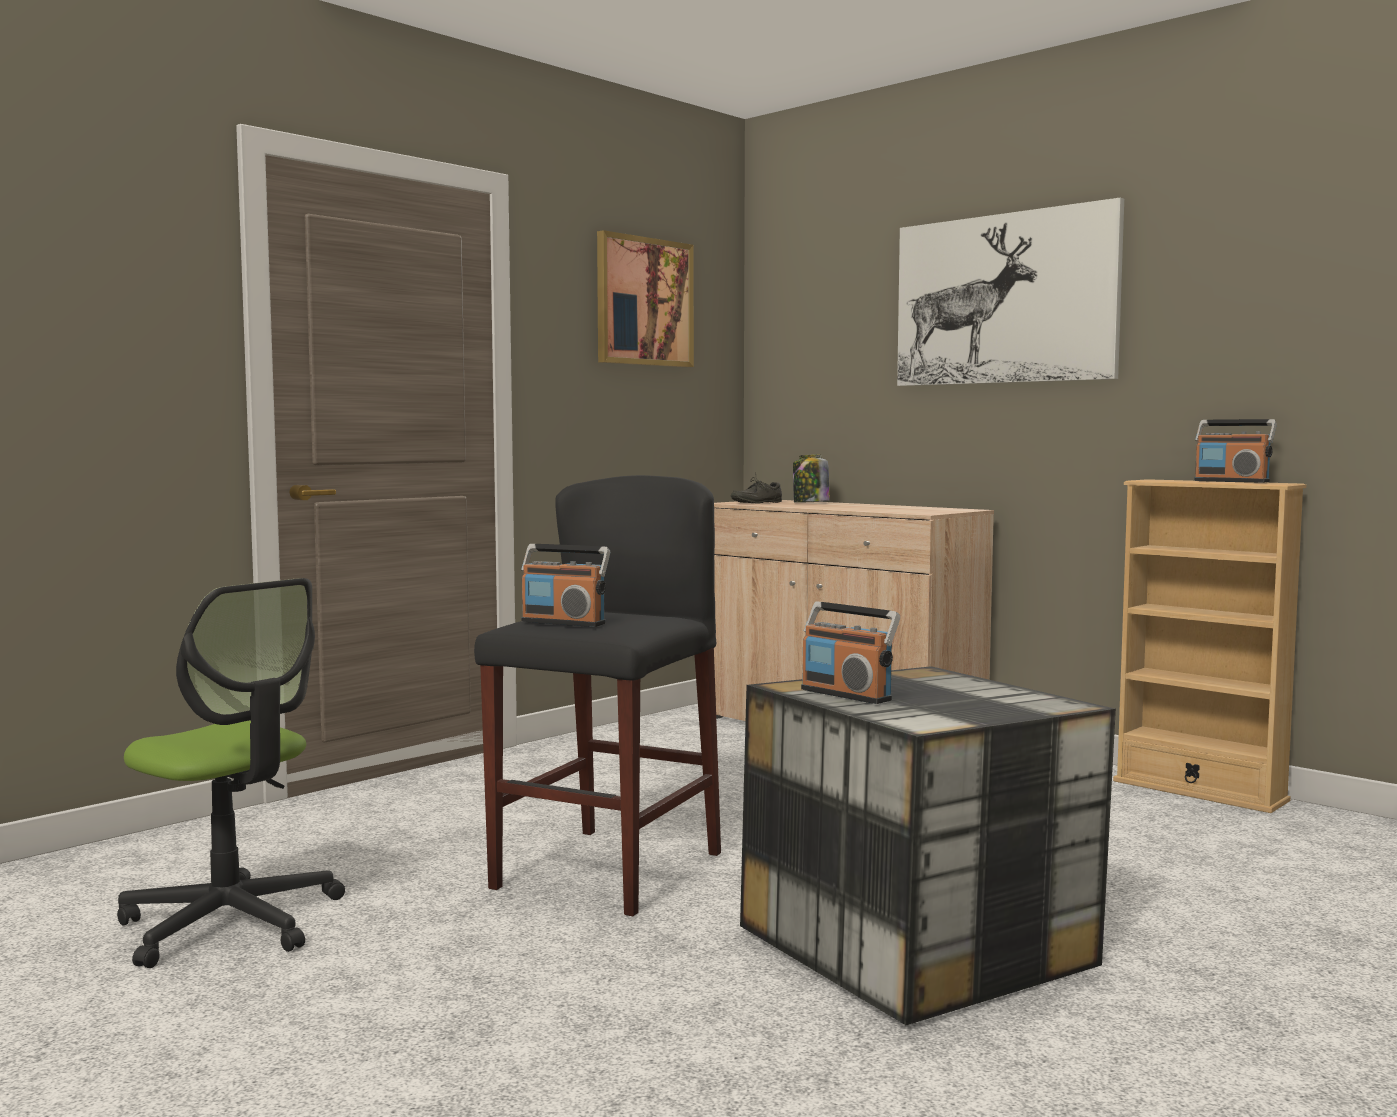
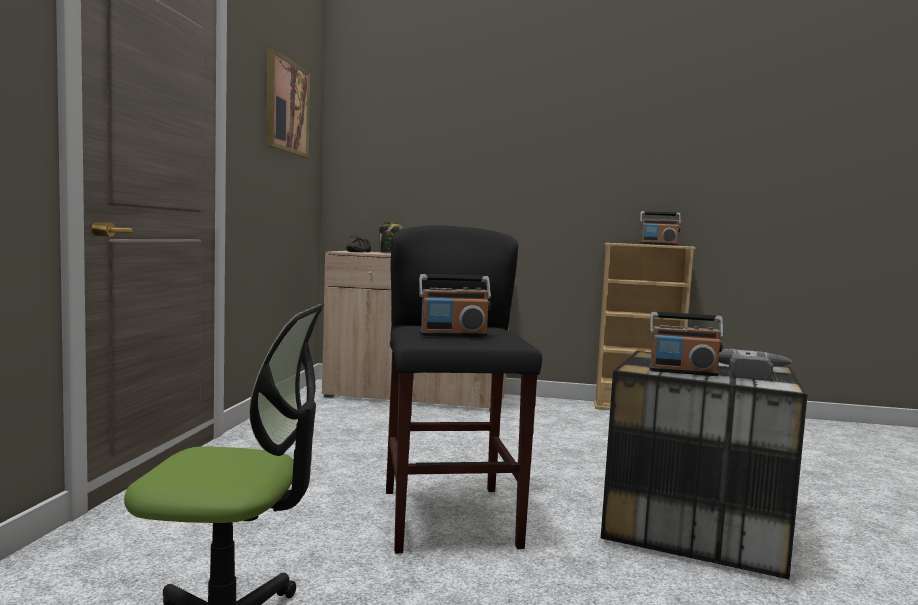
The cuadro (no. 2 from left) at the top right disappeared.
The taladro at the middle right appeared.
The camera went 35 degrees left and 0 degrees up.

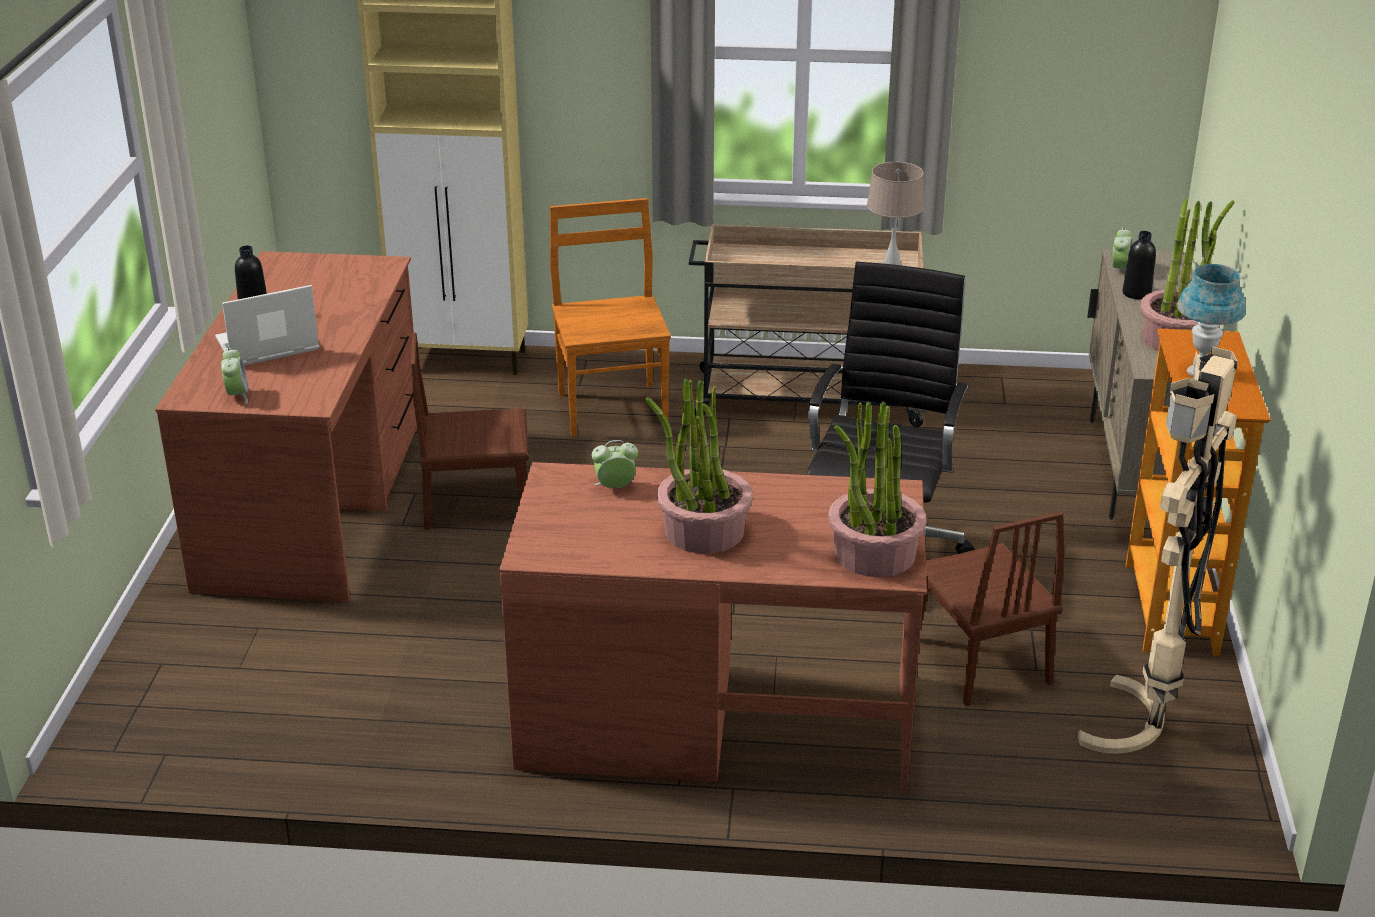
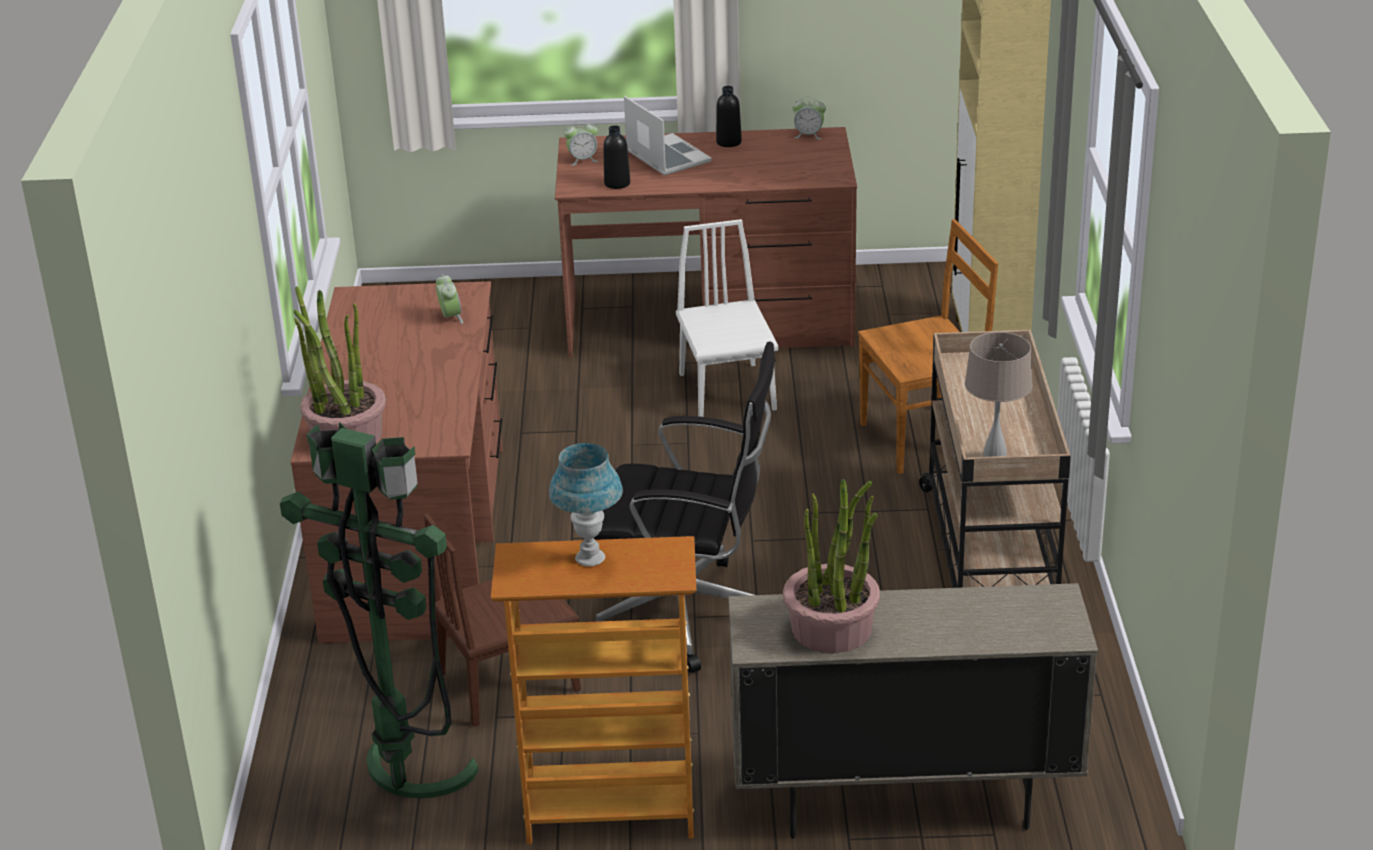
The silla (marrón) (no. 1 from left) at the centre became the silla (blanco) at the centre.
The planta en maceta (no. 1 from left) at the centre disappeared.
The lámpara de pie (beis) at the middle right became the lámpara de pie (verde) at the bottom left.
The despertador (no. 3 from left) moved from the top right to the top centre.
The botella (negro) (no. 2 from left in the first image) moved from the top right to the top centre.
The camera went 85 degrees right and 0 degrees up.

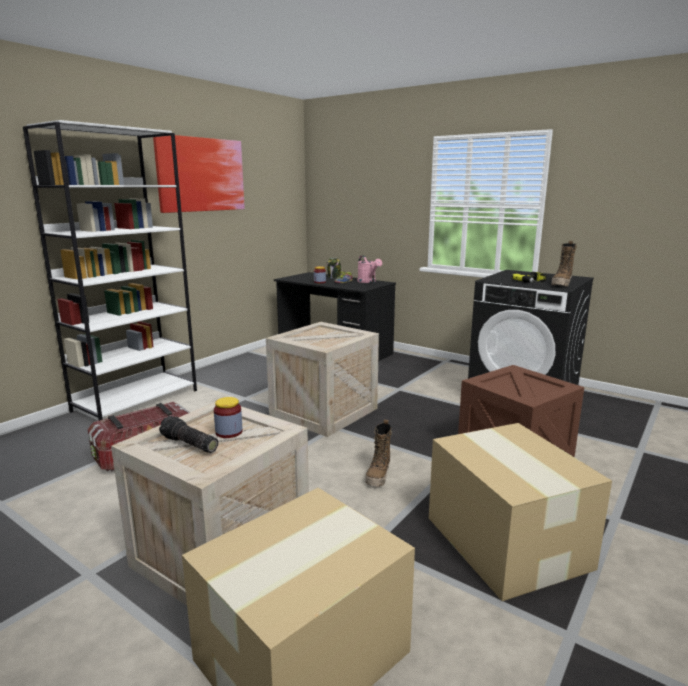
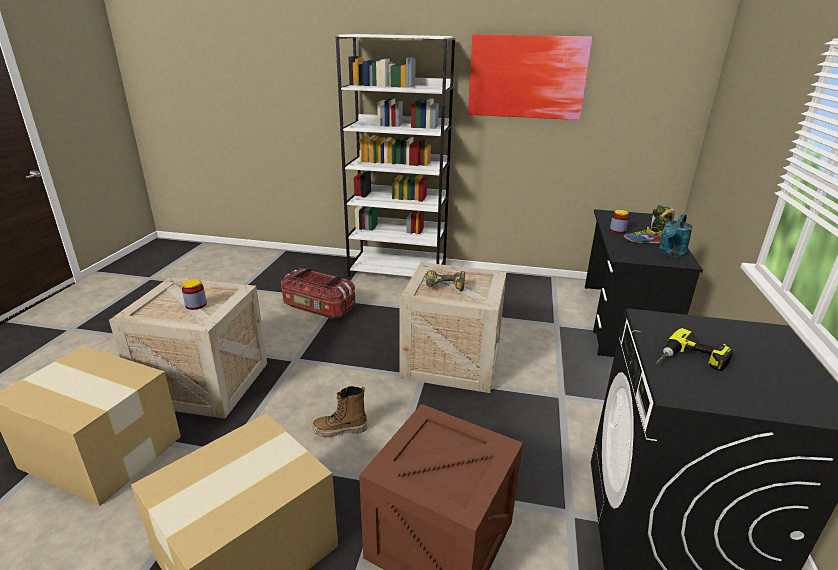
The linterna at the middle left disappeared.
The regadera (rosa) at the centre became the regadera (turquesa) at the middle right.
The bota (no. 2 from left) at the middle right disappeared.
The taladro (no. 1 from left) at the centre appeared.
The camera went 65 degrees right and 10 degrees up.

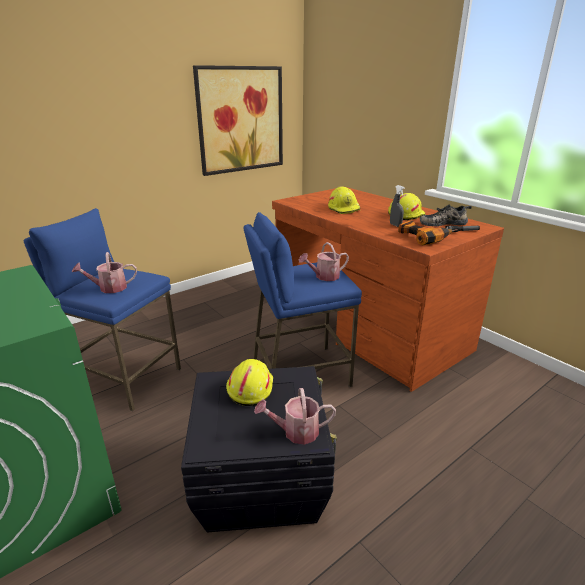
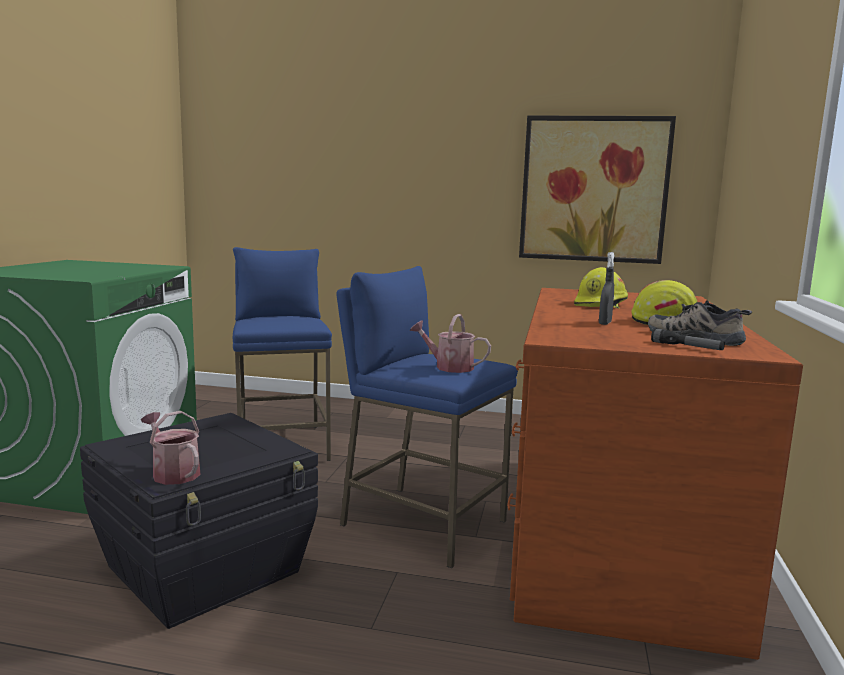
The regadera (no. 1 from left) at the middle left disappeared.
The casco (amarillo) (no. 1 from left) at the centre disappeared.
The taladro at the middle right disappeared.
The camera went 50 degrees right and 15 degrees down.

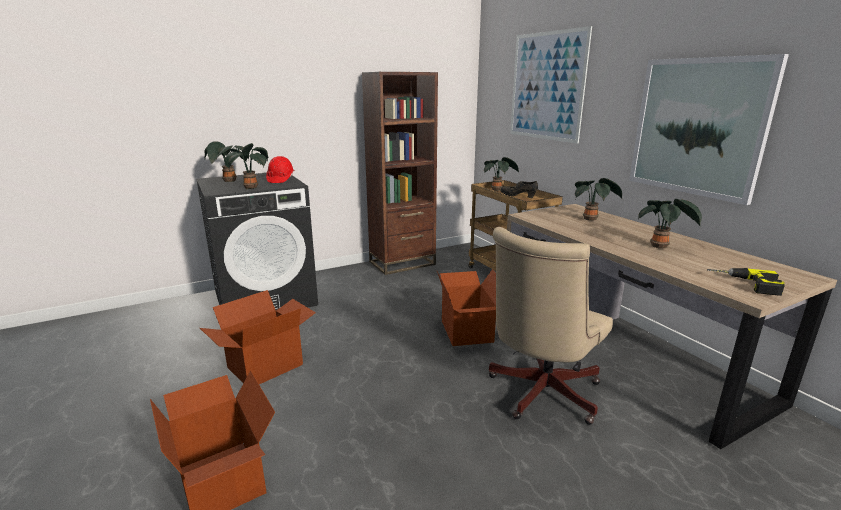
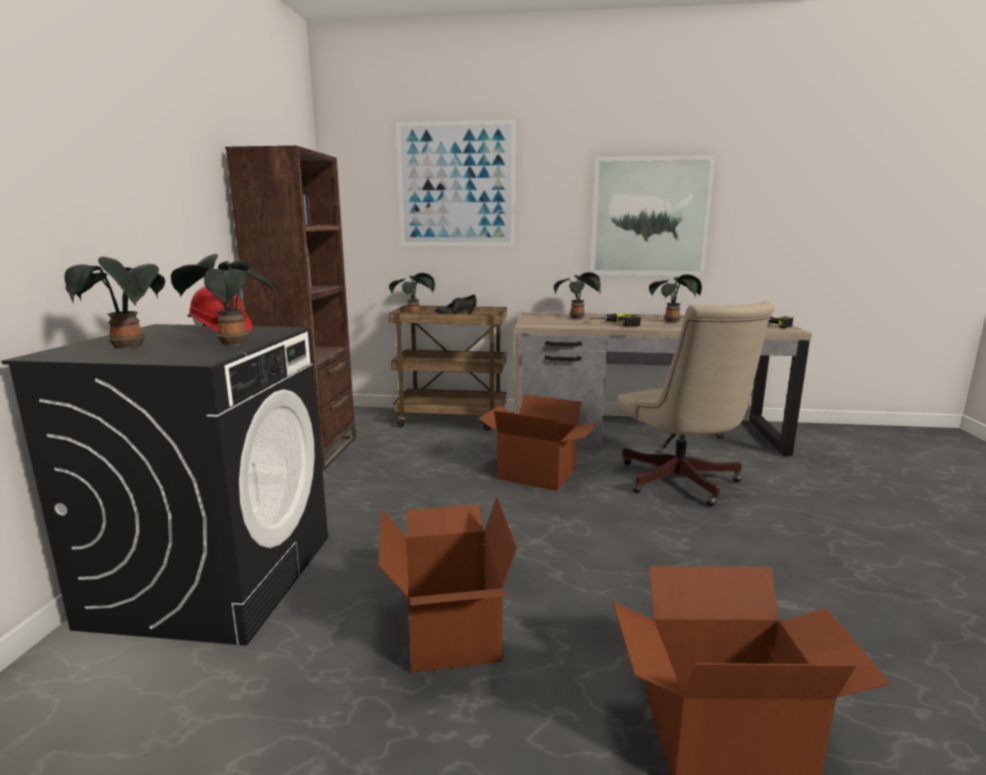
The taladro (no. 1 from left) at the centre appeared.
The camera went 55 degrees left and 5 degrees down.

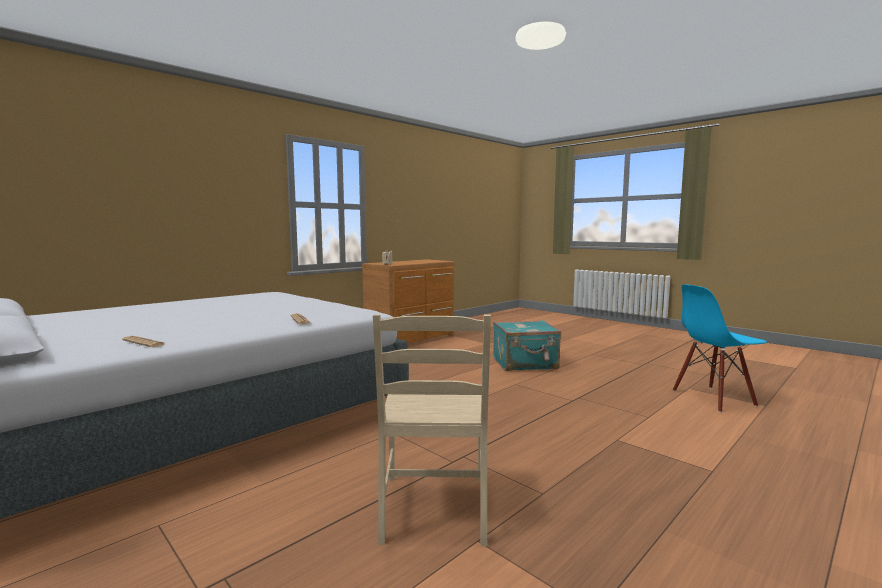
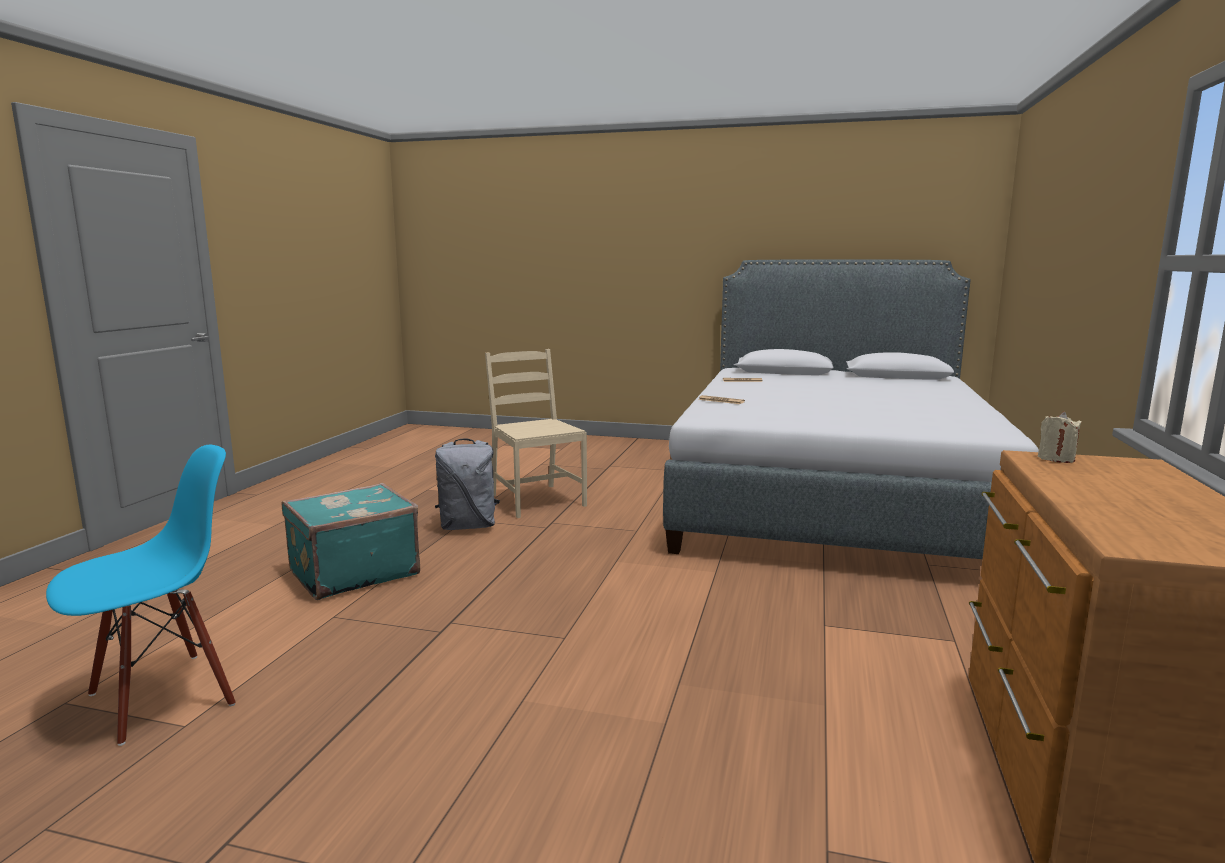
The maleta (turquesa) moved from the centre to the middle left.
The mochila (gris) at the centre appeared.
The camera went 150 degrees right and 5 degrees up.

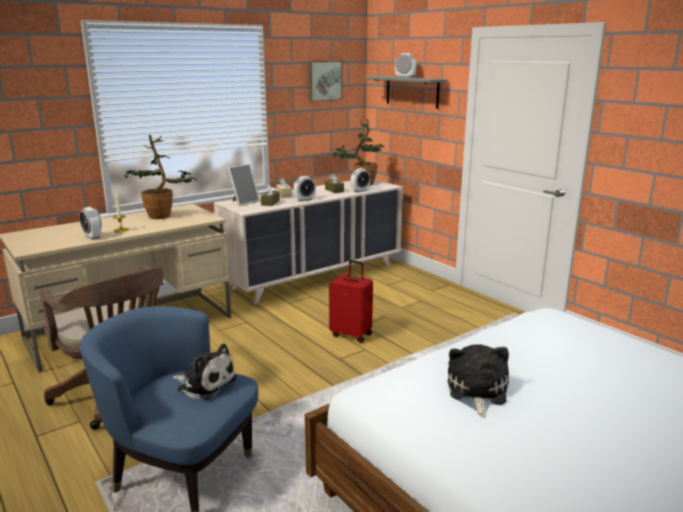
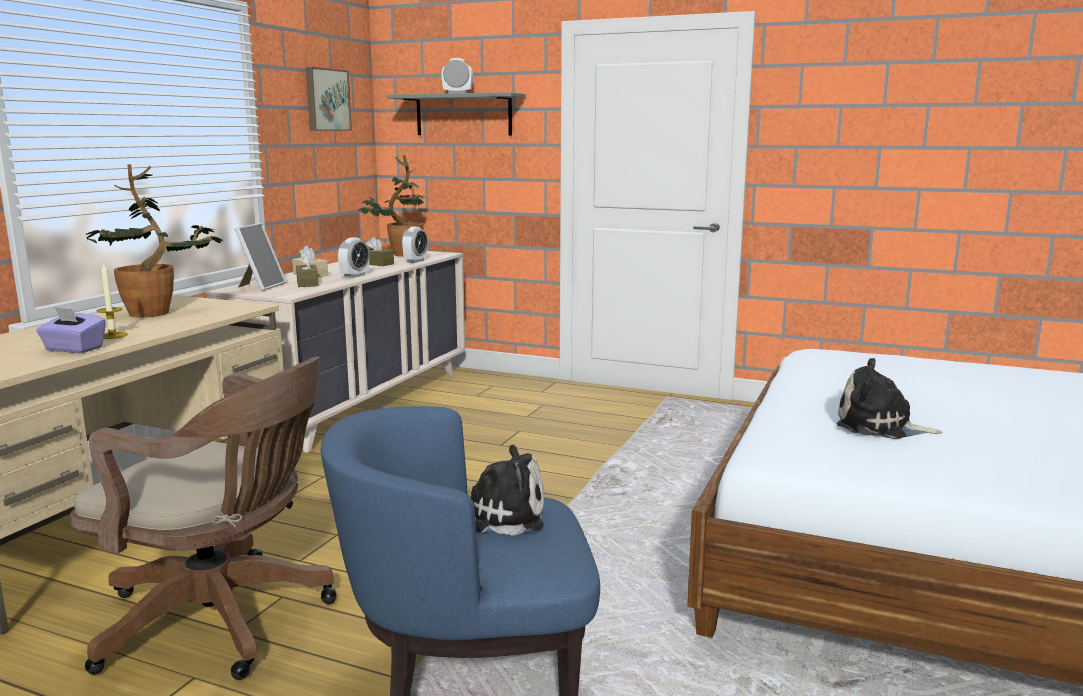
The despertador (no. 1 from left) at the middle left was replaced by the caja de pañuelos (morado) at the middle left.
The maleta (rojo) at the centre disappeared.
The peluche (no. 2 from left) at the bottom right turned 45 degrees counterclockwise.
The camera went 30 degrees left and 5 degrees down.

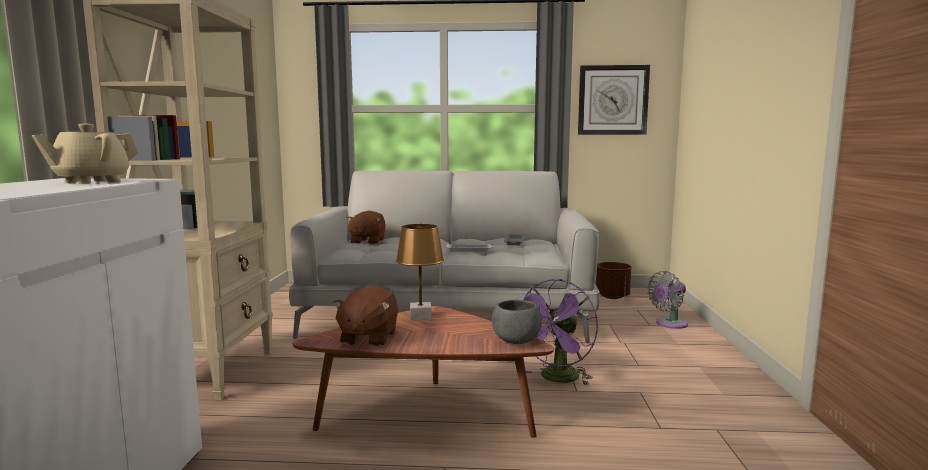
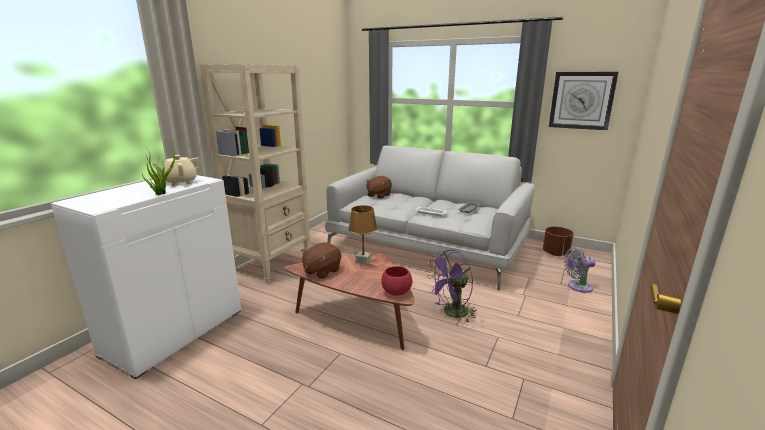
The cuenco (gris) at the bottom centre became the cuenco (rojo) at the centre.
The planta en maceta at the middle left appeared.
The camera went 25 degrees right and 10 degrees up.

